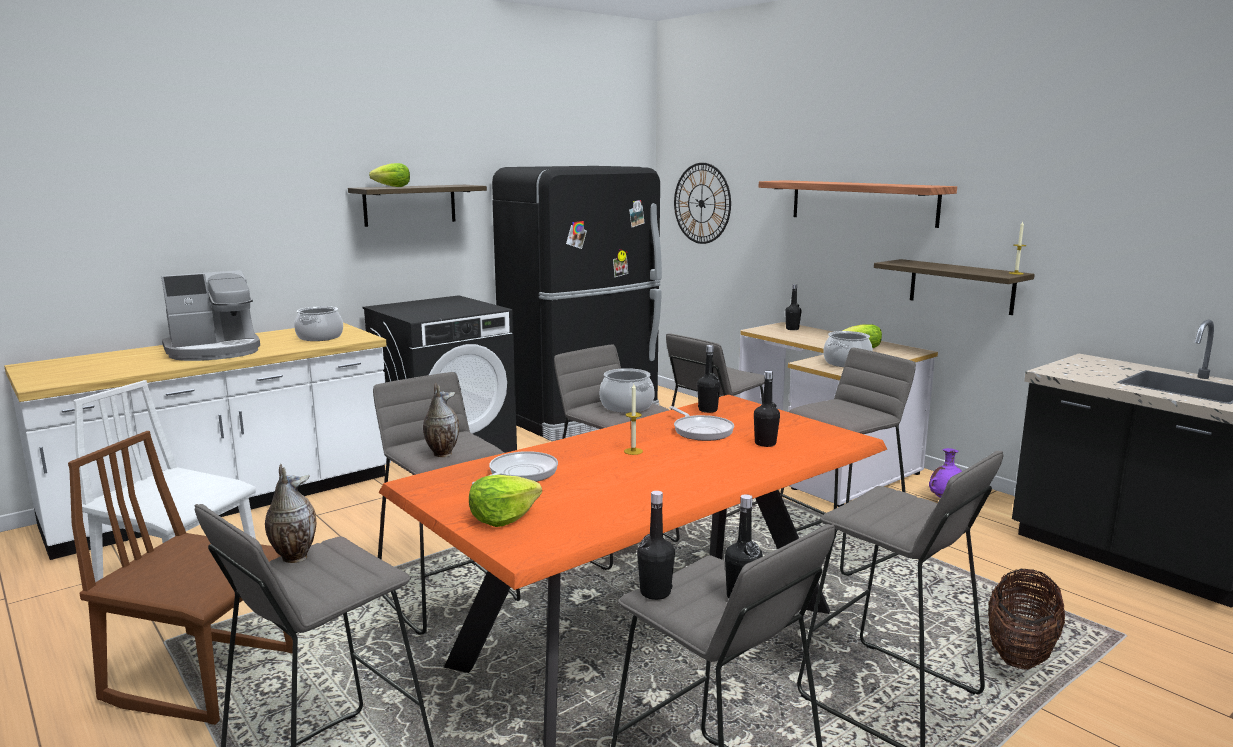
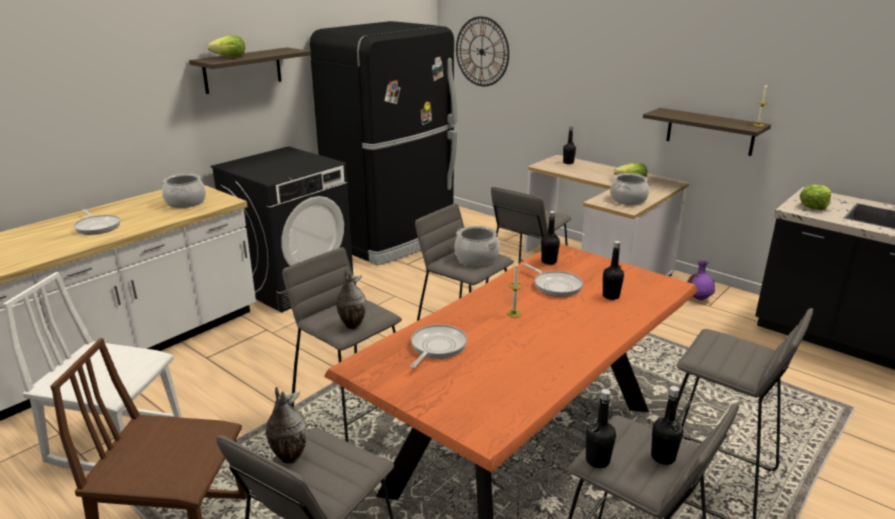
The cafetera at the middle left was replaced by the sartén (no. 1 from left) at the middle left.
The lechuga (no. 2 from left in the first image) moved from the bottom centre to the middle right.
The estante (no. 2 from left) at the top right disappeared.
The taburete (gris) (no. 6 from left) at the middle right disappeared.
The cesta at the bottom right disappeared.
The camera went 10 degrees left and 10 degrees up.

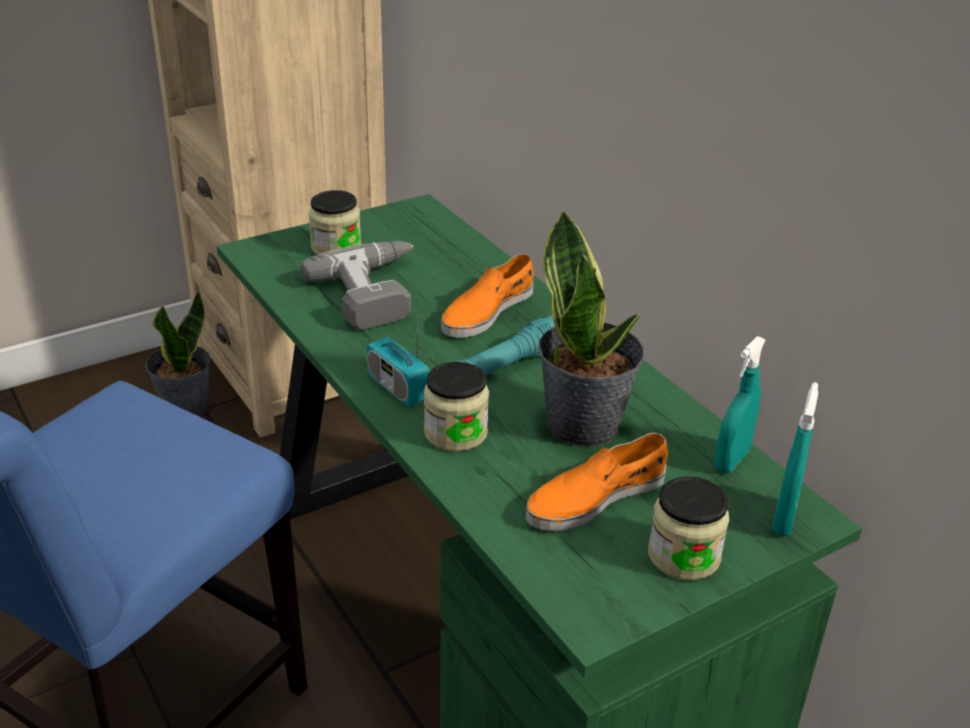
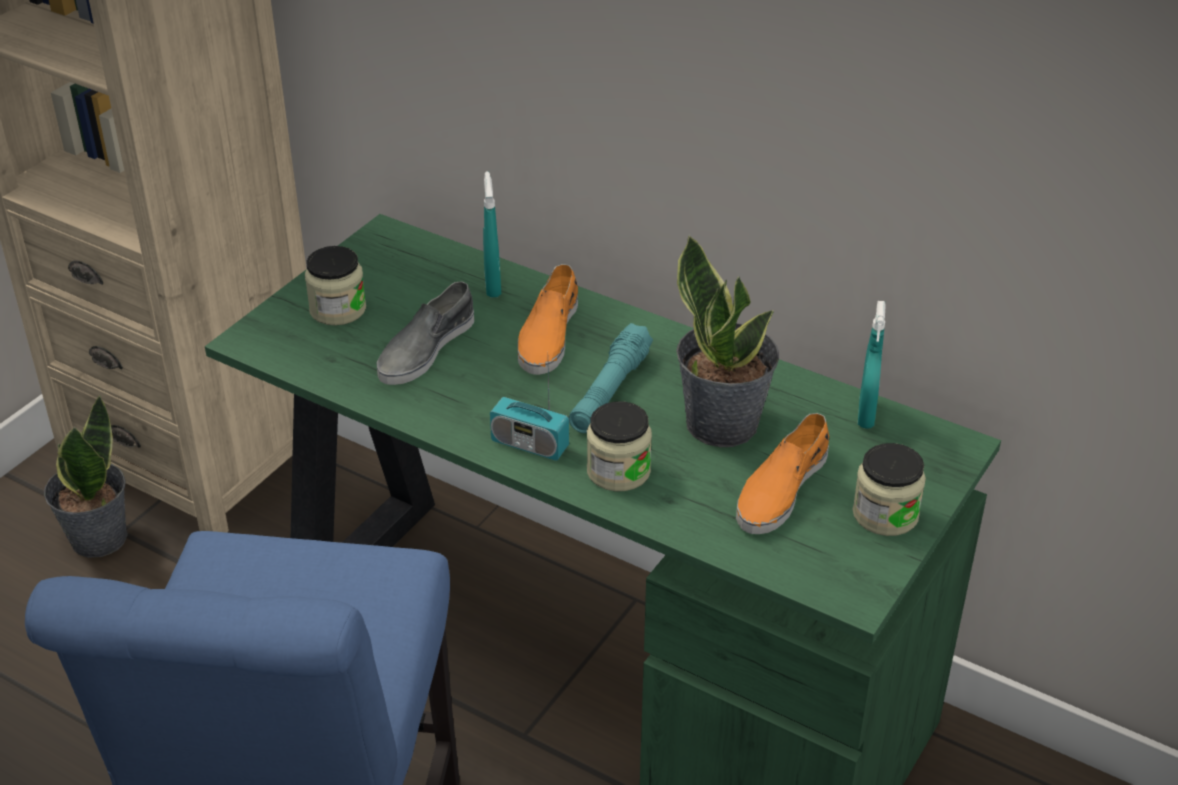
The taladro at the centre was replaced by the zapato (gris) at the centre.
The pulverizador (turquesa) (no. 2 from left in the first image) moved from the middle right to the top centre.
The camera went 25 degrees left and 5 degrees up.

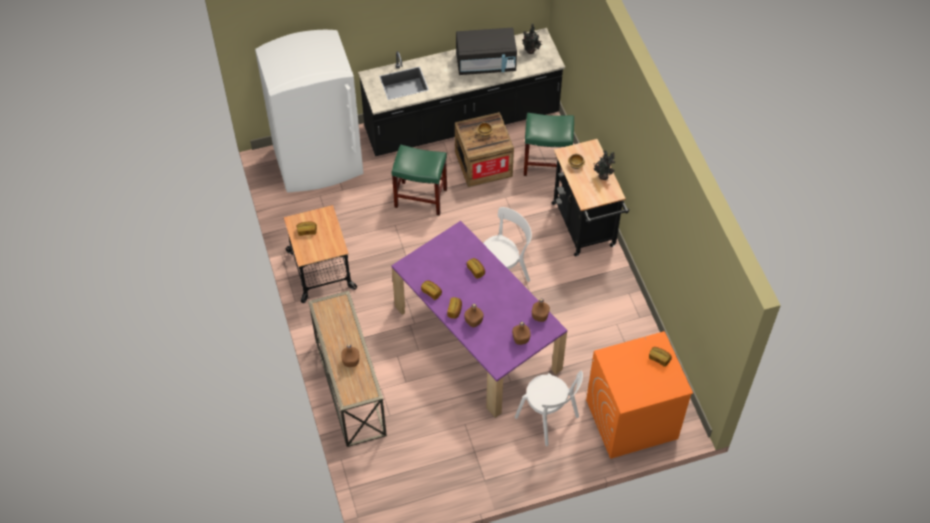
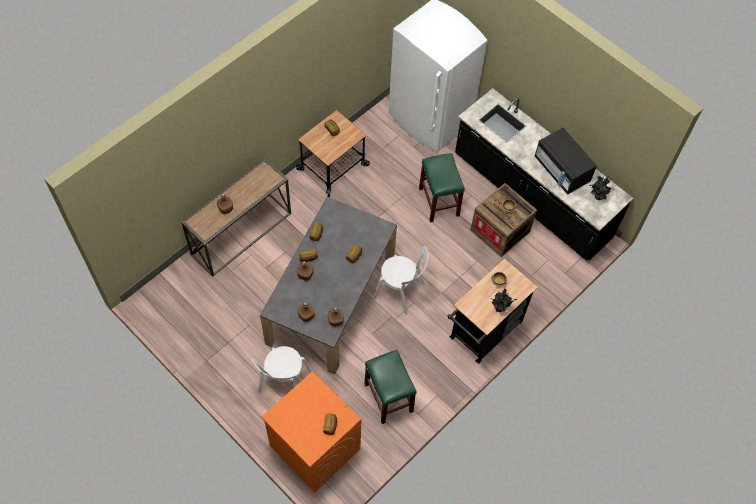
The mesa de comedor (morado) at the centre became the mesa de comedor (gris) at the centre.
The taburete (verde) (no. 2 from left in the first image) moved from the top centre to the bottom centre.
The camera went 60 degrees right and 5 degrees up.

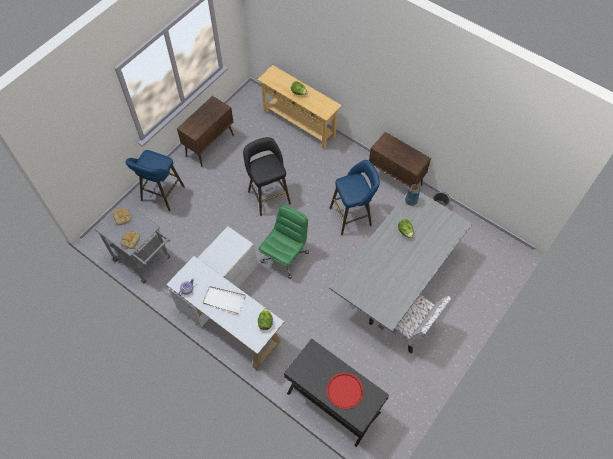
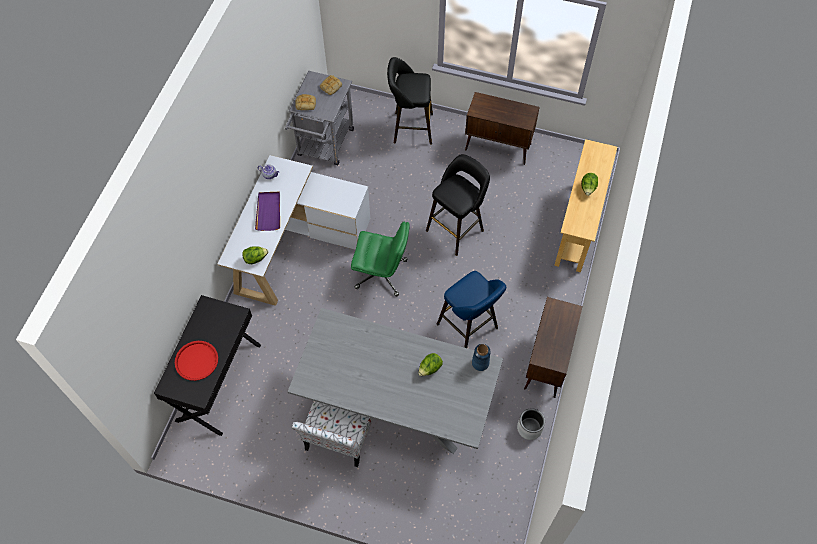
The taburete (azul) (no. 1 from left) at the middle left became the taburete (negro) (no. 1 from left) at the top centre.
The bandeja (blanco) at the centre became the bandeja (morado) at the middle left.
The camera went 70 degrees right and 0 degrees up.

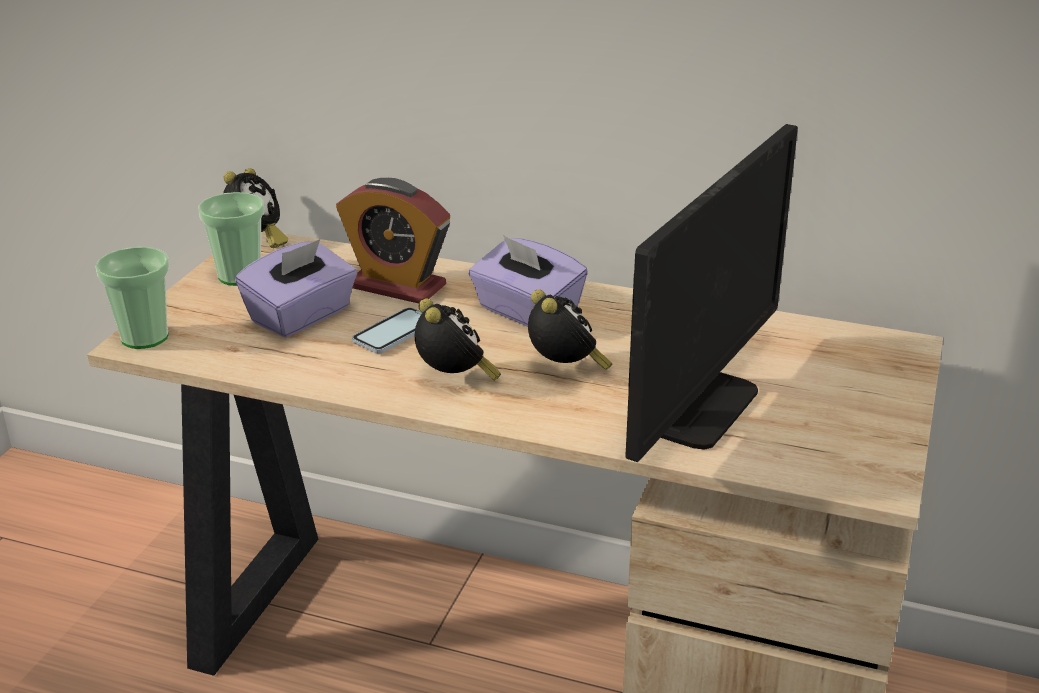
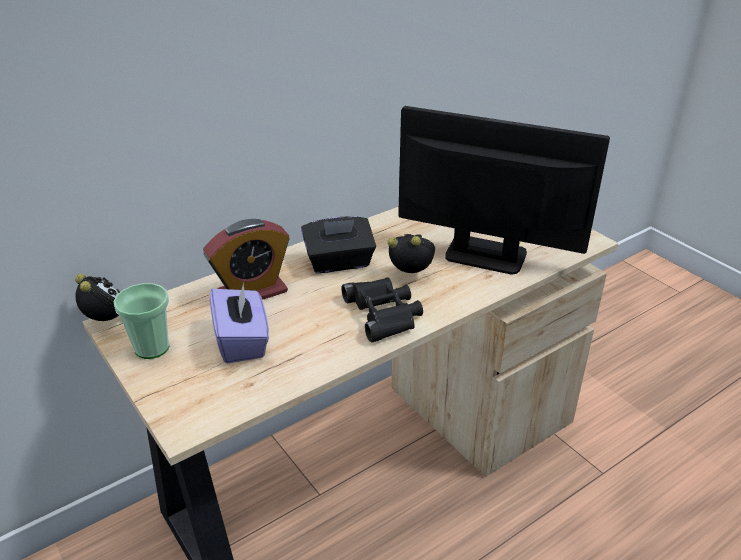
The taza (no. 1 from left) at the middle left disappeared.
The móvil at the centre disappeared.
The despertador (no. 3 from left) at the centre was replaced by the prismáticos (negro) at the centre.
The caja de pañuelos (morado) (no. 2 from left) at the centre became the caja de pañuelos (negro) at the centre.
The monitor at the middle right turned 45 degrees counterclockwise.
The camera went 55 degrees left and 5 degrees up.

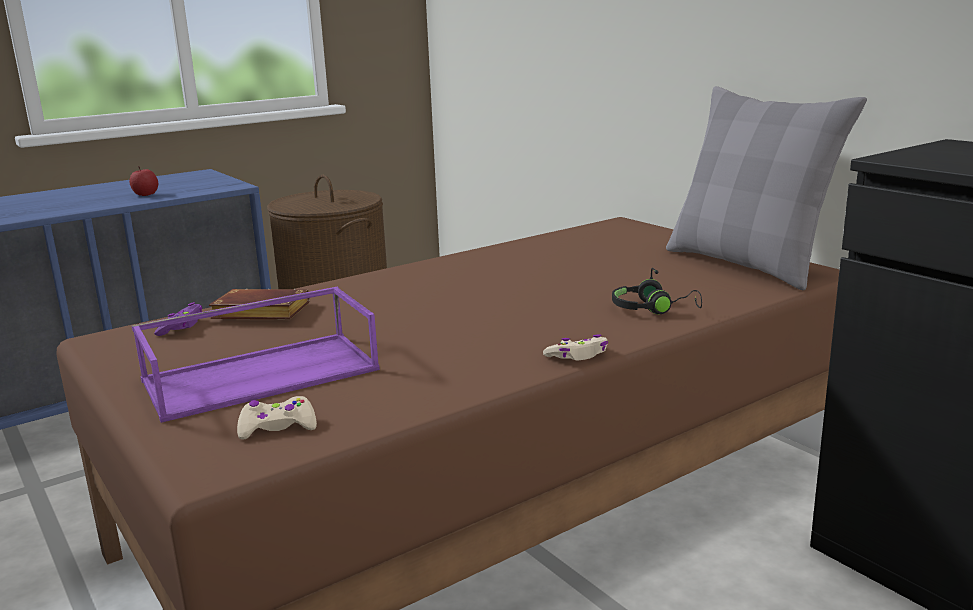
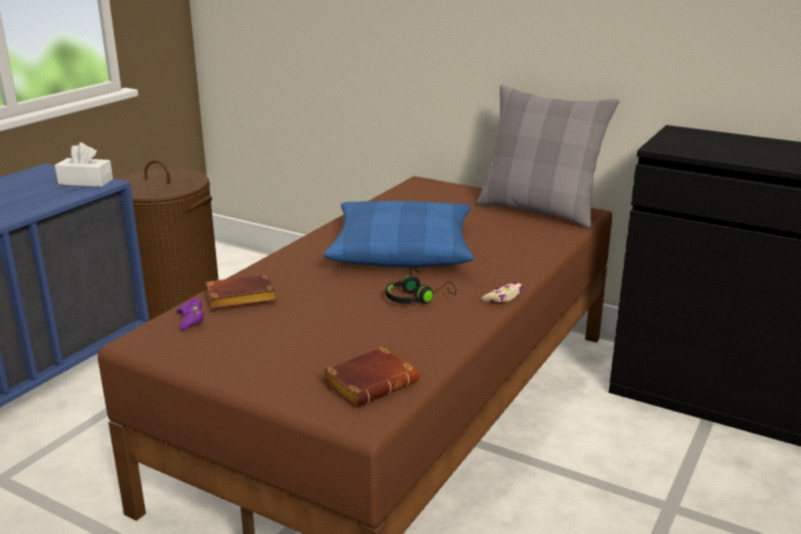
The manzana at the top left disappeared.
The bandeja (morado) at the middle left disappeared.
The mando de consola (beis) (no. 1 from left) at the bottom left was replaced by the libro (marrón) (no. 2 from left) at the bottom centre.
The auriculares (negro) moved from the middle right to the centre.
The caja de pañuelos (blanco) at the top left appeared.
The cojín (azul) at the centre appeared.
The camera went 25 degrees left and 5 degrees up.

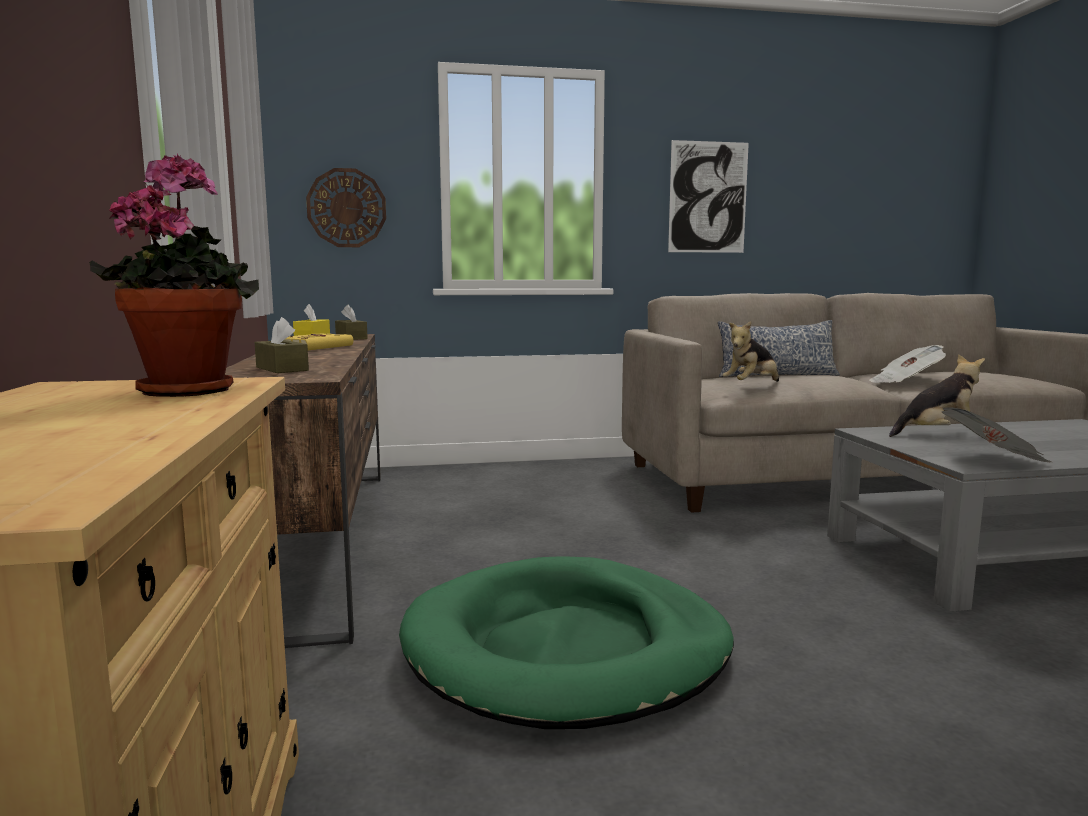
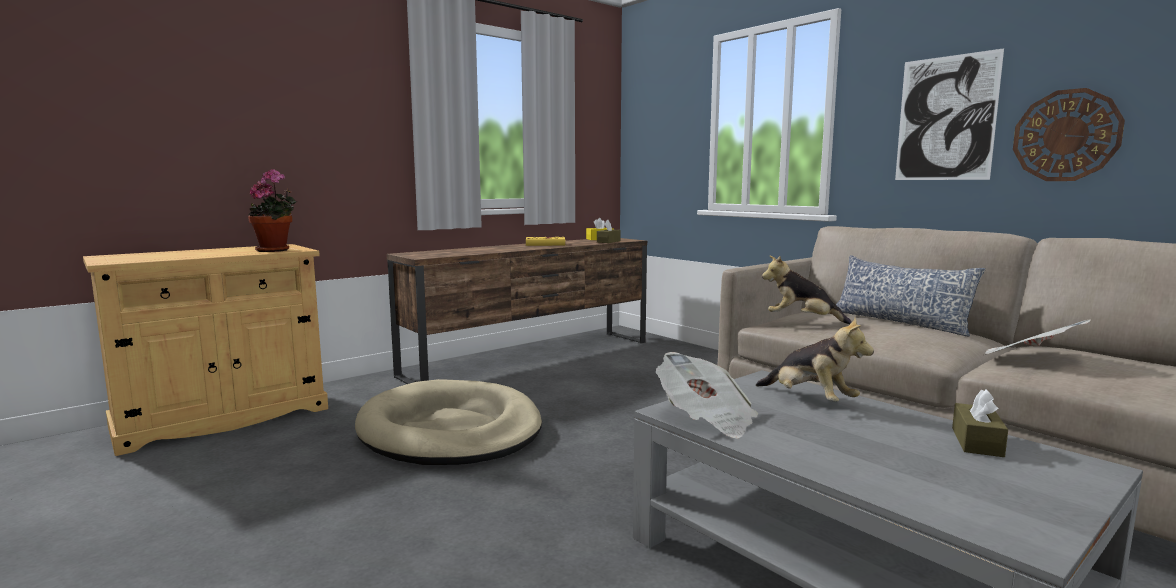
The caja de pañuelos (marrón) (no. 1 from left in the first image) moved from the middle left to the bottom right.
The reloj de pared moved from the top left to the top right.
The cama para perro (verde) at the bottom centre became the cama para perro (beis) at the bottom centre.
The camera went 60 degrees right and 0 degrees up.

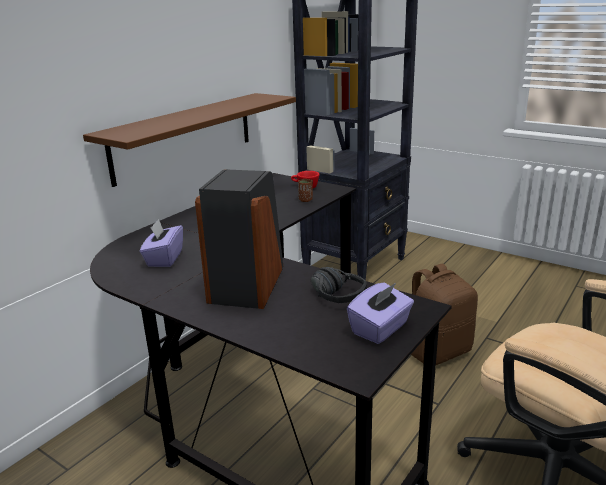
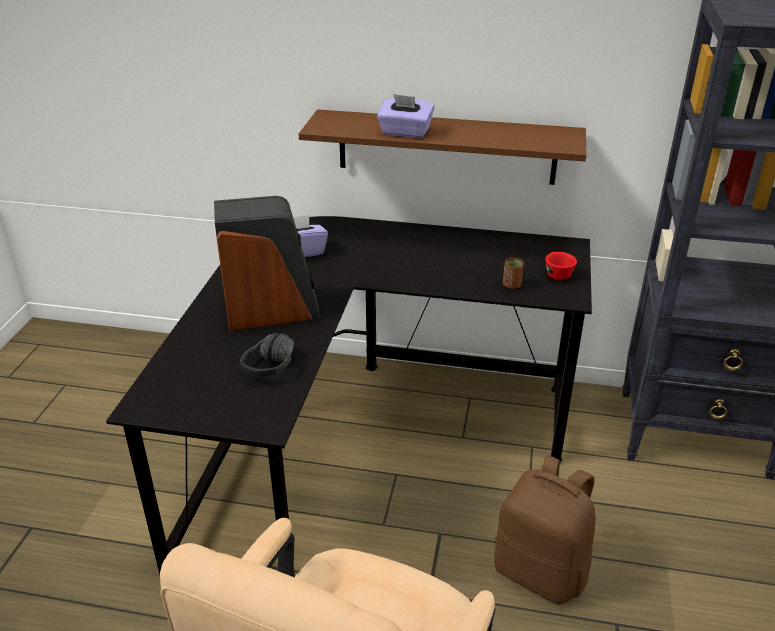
The caja de pañuelos (morado) (no. 2 from left) moved from the centre to the top centre.
The camera went 65 degrees right and 10 degrees up.

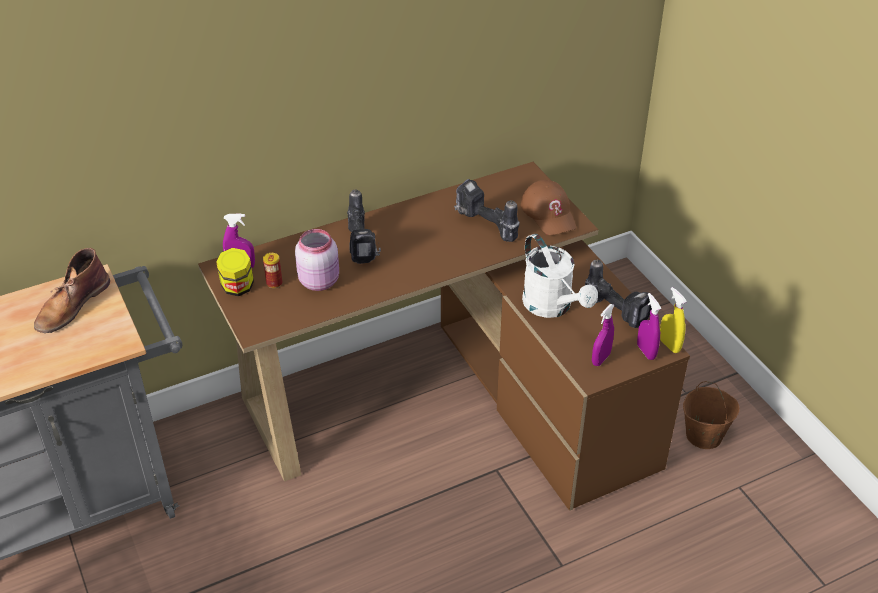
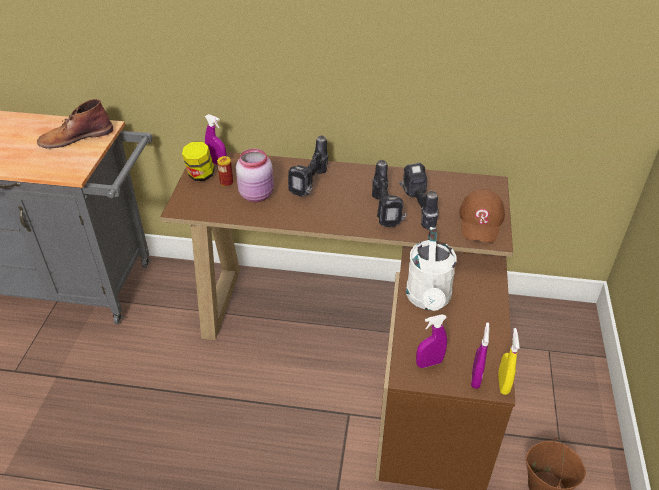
The taladro (no. 3 from left in the first image) moved from the middle right to the centre.
The camera went 35 degrees right and 0 degrees up.

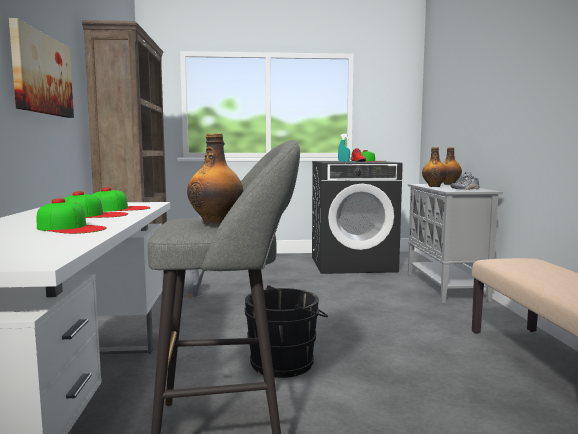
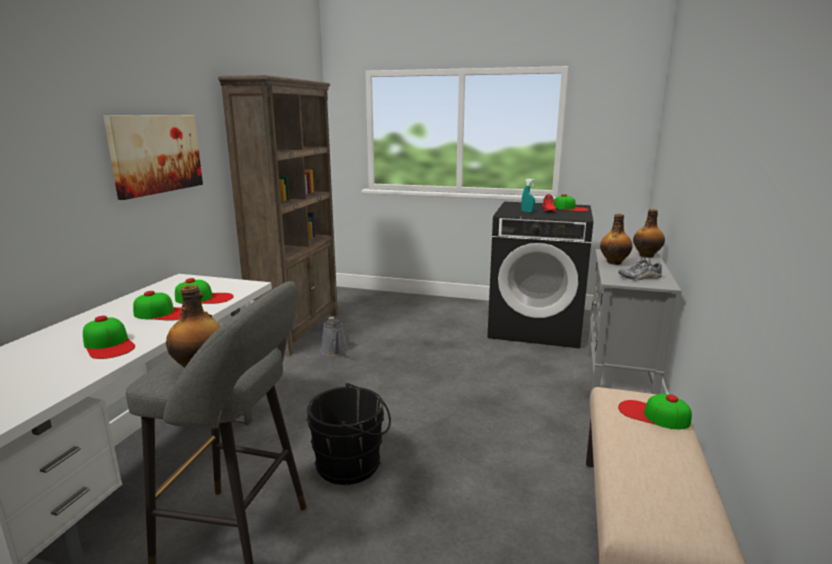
The gorra (no. 5 from left) at the bottom right appeared.
The camera went 20 degrees right and 10 degrees up.

